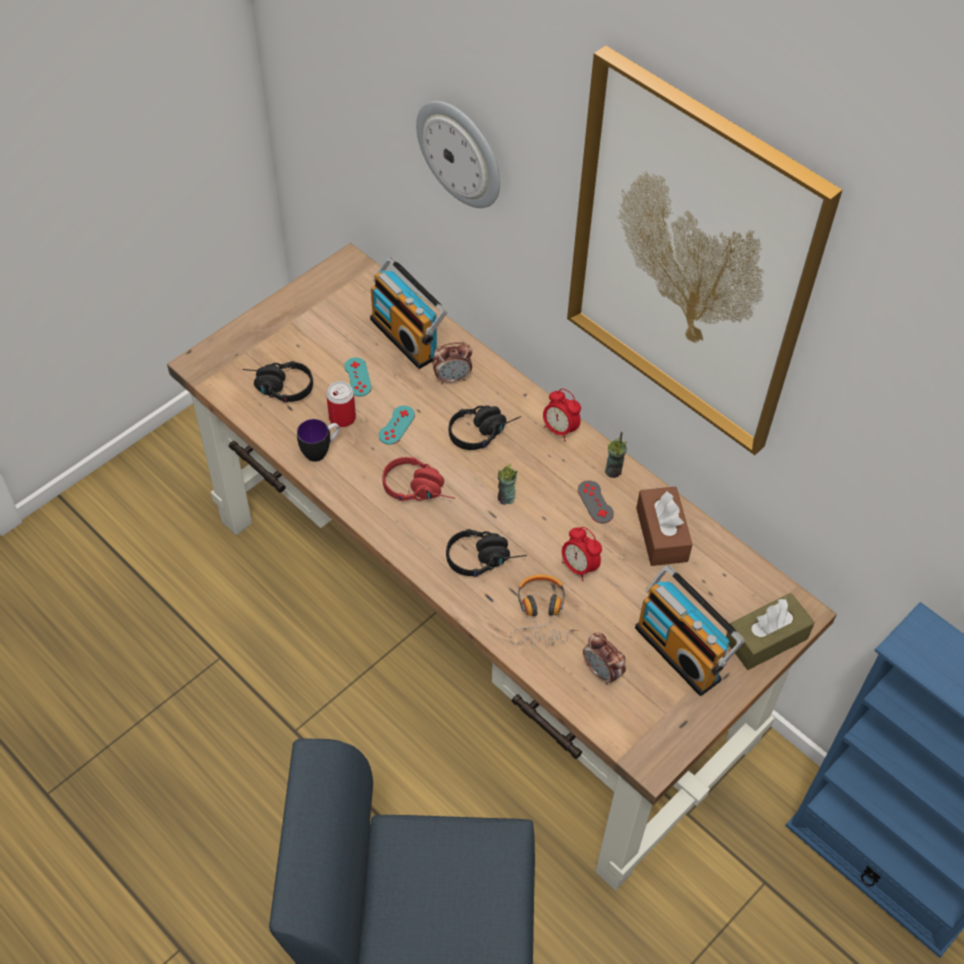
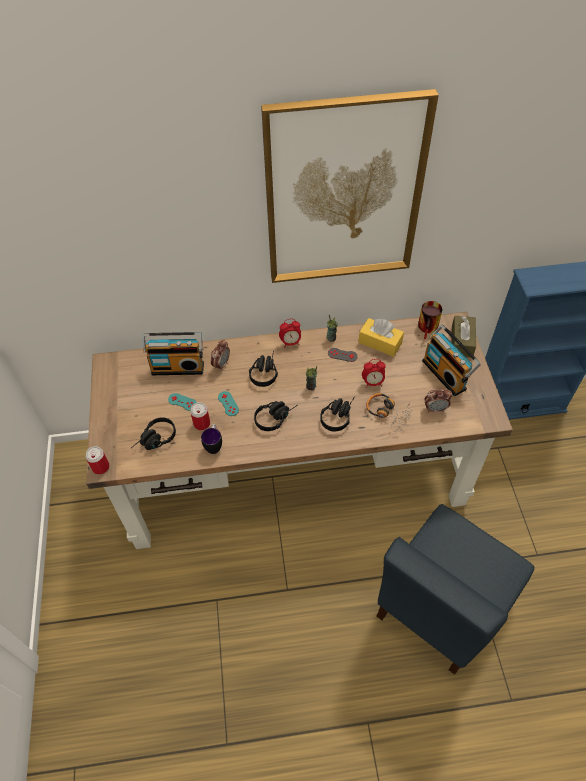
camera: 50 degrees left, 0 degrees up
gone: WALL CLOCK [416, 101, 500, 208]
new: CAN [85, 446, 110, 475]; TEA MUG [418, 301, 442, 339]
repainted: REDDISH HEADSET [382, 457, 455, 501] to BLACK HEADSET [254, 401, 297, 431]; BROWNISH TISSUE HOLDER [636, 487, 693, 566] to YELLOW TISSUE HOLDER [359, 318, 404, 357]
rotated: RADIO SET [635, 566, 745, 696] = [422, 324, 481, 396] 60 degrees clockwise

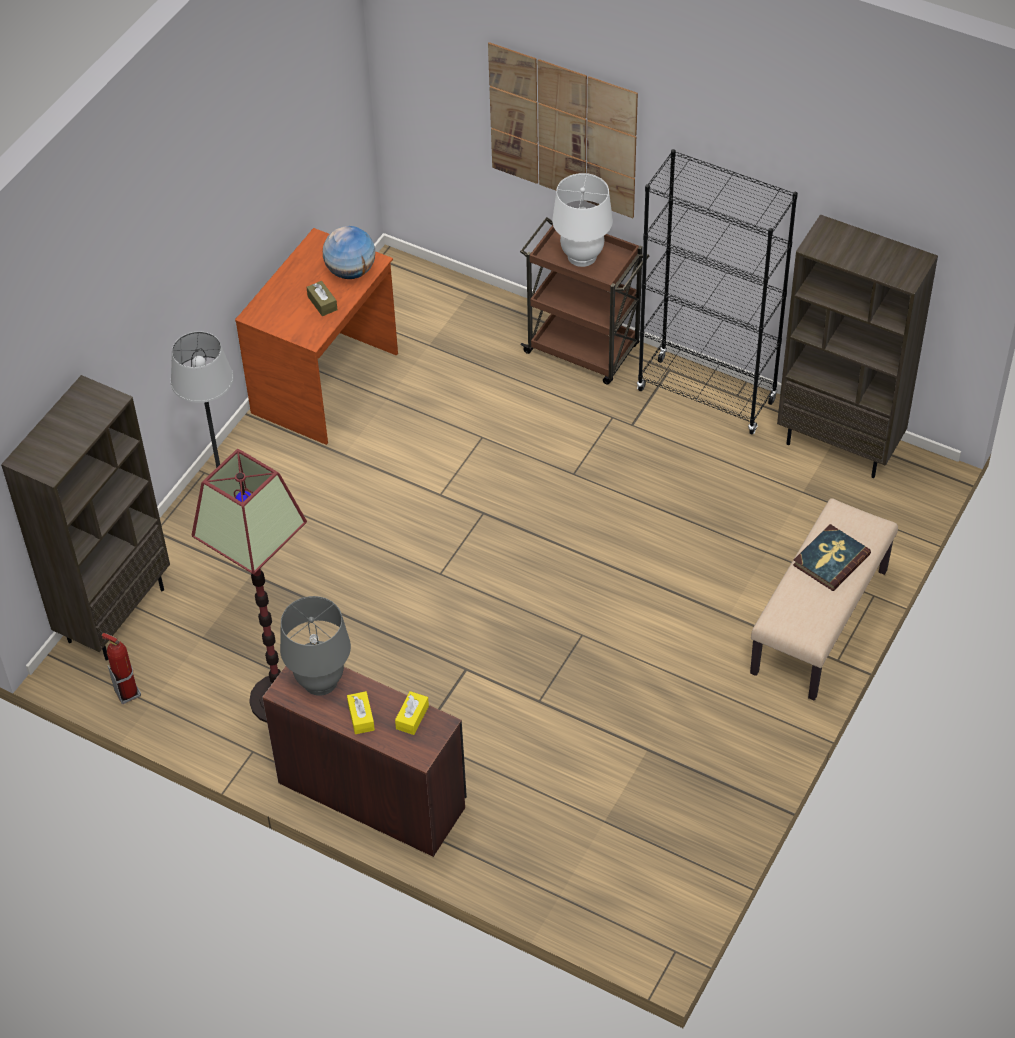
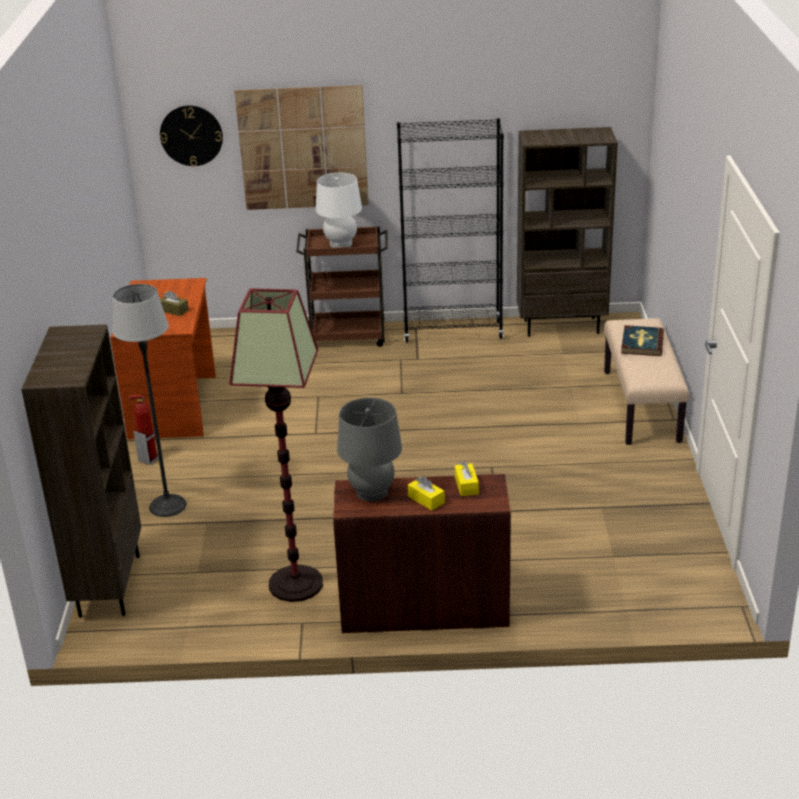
camera: 30 degrees left, 20 degrees down
gone: GLOBE [323, 226, 375, 279]
new: WALL CLOCK [160, 105, 223, 166]
shifted: FIRE EXTINGUISHER [101, 632, 141, 704] to [129, 395, 159, 465]

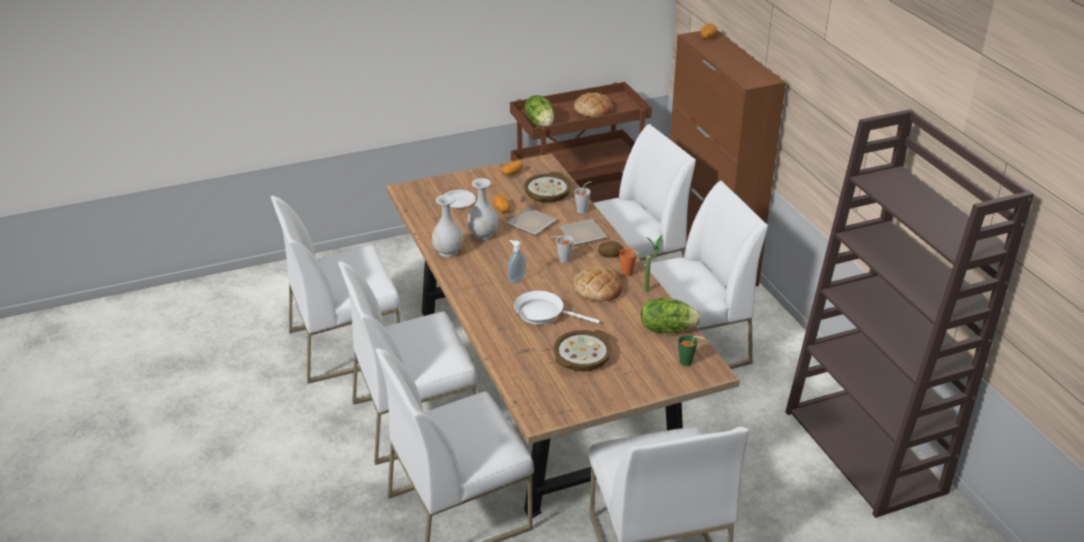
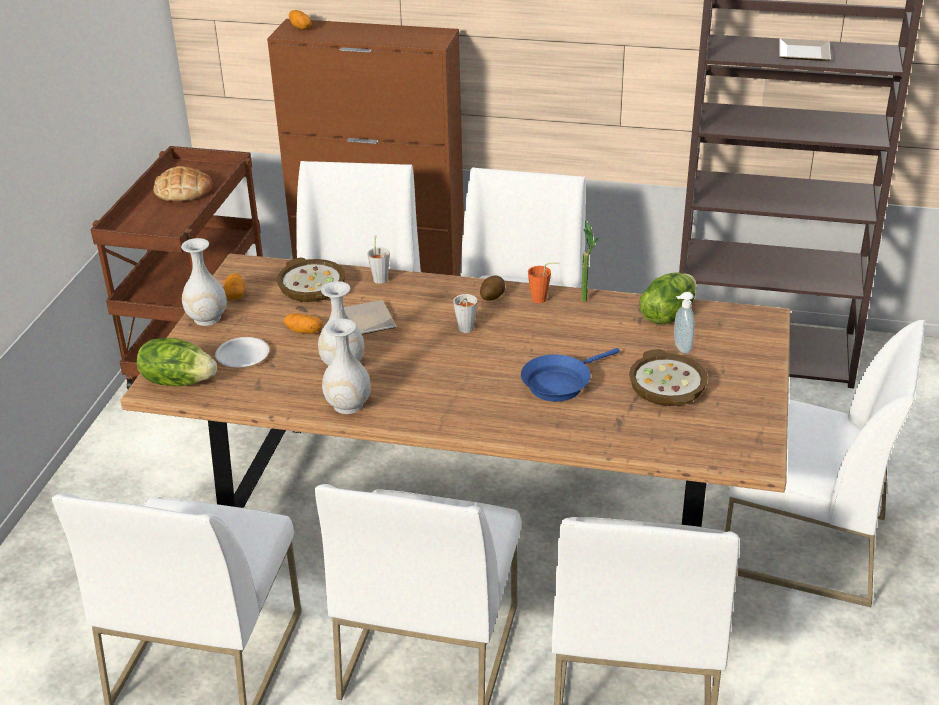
camera: 55 degrees left, 0 degrees up
gone: BAKERY BREAD [573, 266, 623, 301]; GREEN CUP [678, 335, 705, 366]
new: WHITE VASE [181, 238, 227, 326]
shifted: HEAD OF LETTUCE [525, 95, 554, 127] to [137, 338, 217, 386]; LIQUID SOAP BOTTLE [508, 240, 526, 284] to [674, 292, 695, 354]; DINNER PLATE [559, 219, 608, 245] to [779, 38, 831, 61]
repainted: WHITE PAN [514, 291, 600, 325] to BLUE PAN [521, 348, 620, 402]

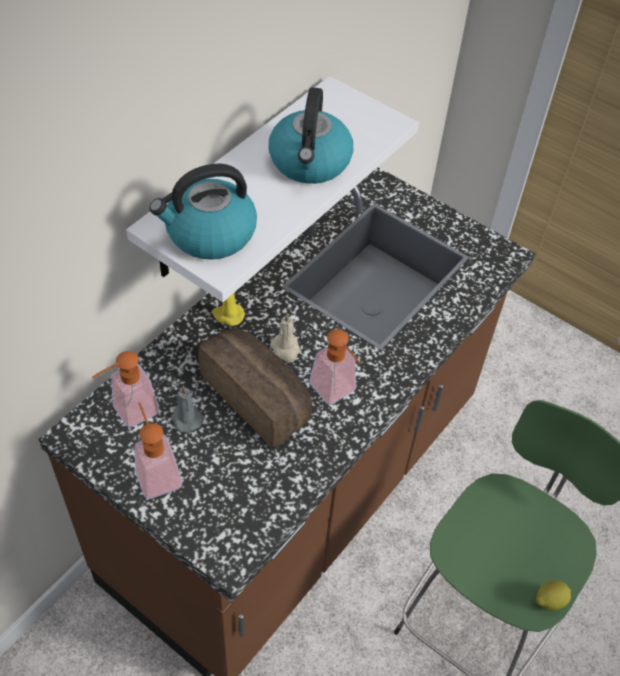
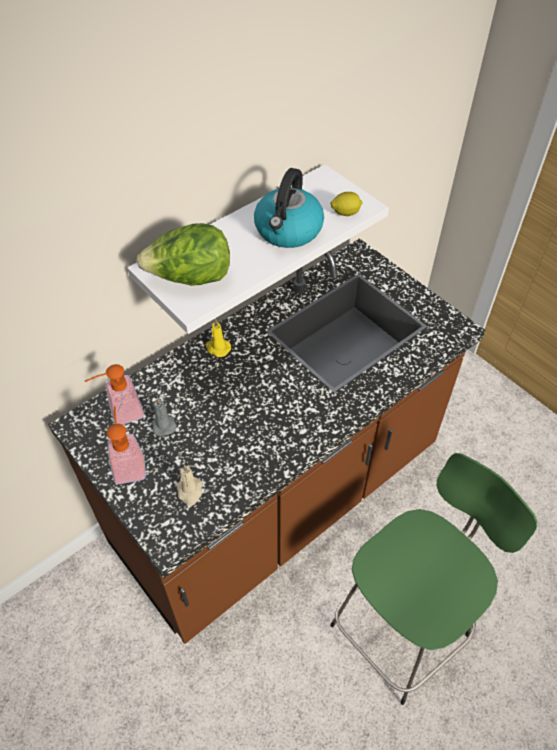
camera: 15 degrees right, 0 degrees up
gone: BAKERY BREAD [198, 328, 312, 447]; LIQUID SOAP BOTTLE [309, 329, 361, 405]
shifted: SAND-COLOURED CANDLE [270, 313, 300, 363] to [176, 464, 202, 506]; CITRUS FRUIT [536, 580, 571, 611] to [330, 192, 363, 216]
swapped: TEA KETTLE [149, 164, 257, 260] to HEAD OF LETTUCE [136, 223, 230, 286]

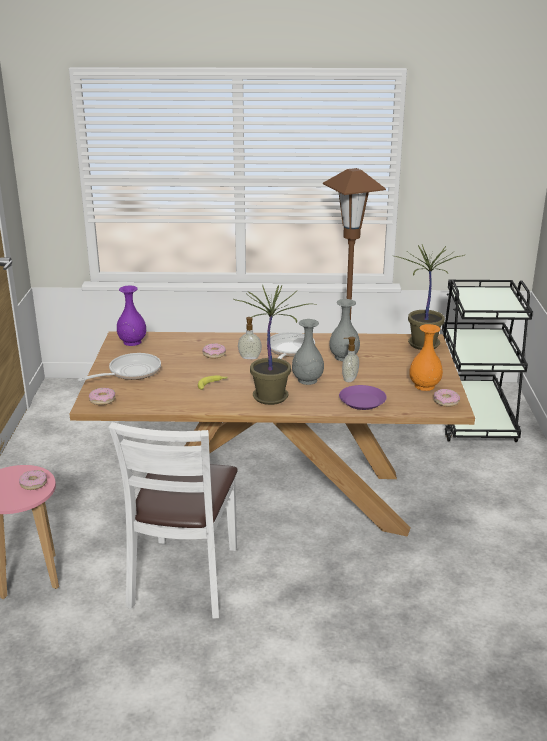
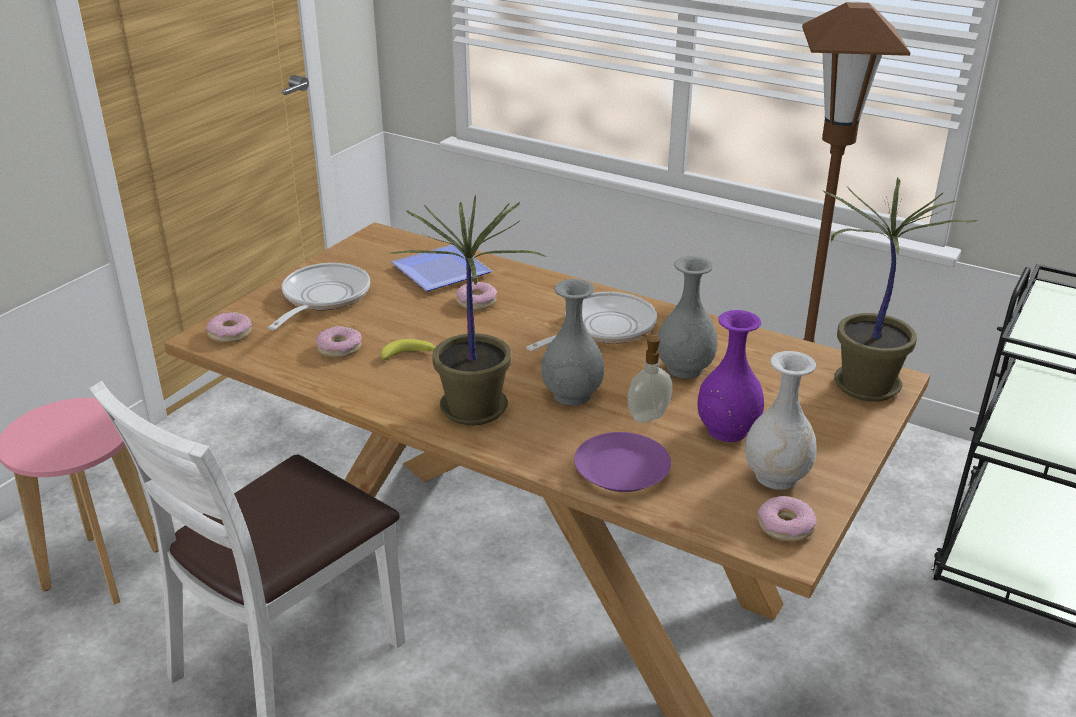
camera: 30 degrees right, 5 degrees up
gone: LIQUID SOAP BOTTLE [238, 317, 262, 359]
new: DINNER PLATE [391, 245, 492, 291]
shifted: RING DOUGHNUT [19, 470, 47, 490] to [316, 326, 362, 358]; PURPLE VASE [117, 286, 146, 346] to [697, 310, 764, 442]
repainted: ORANGEY VASE [410, 324, 443, 391] to WHITE VASE [745, 351, 817, 490]
rotated: PAN [78, 353, 161, 381] = [268, 263, 370, 330] 60 degrees counterclockwise

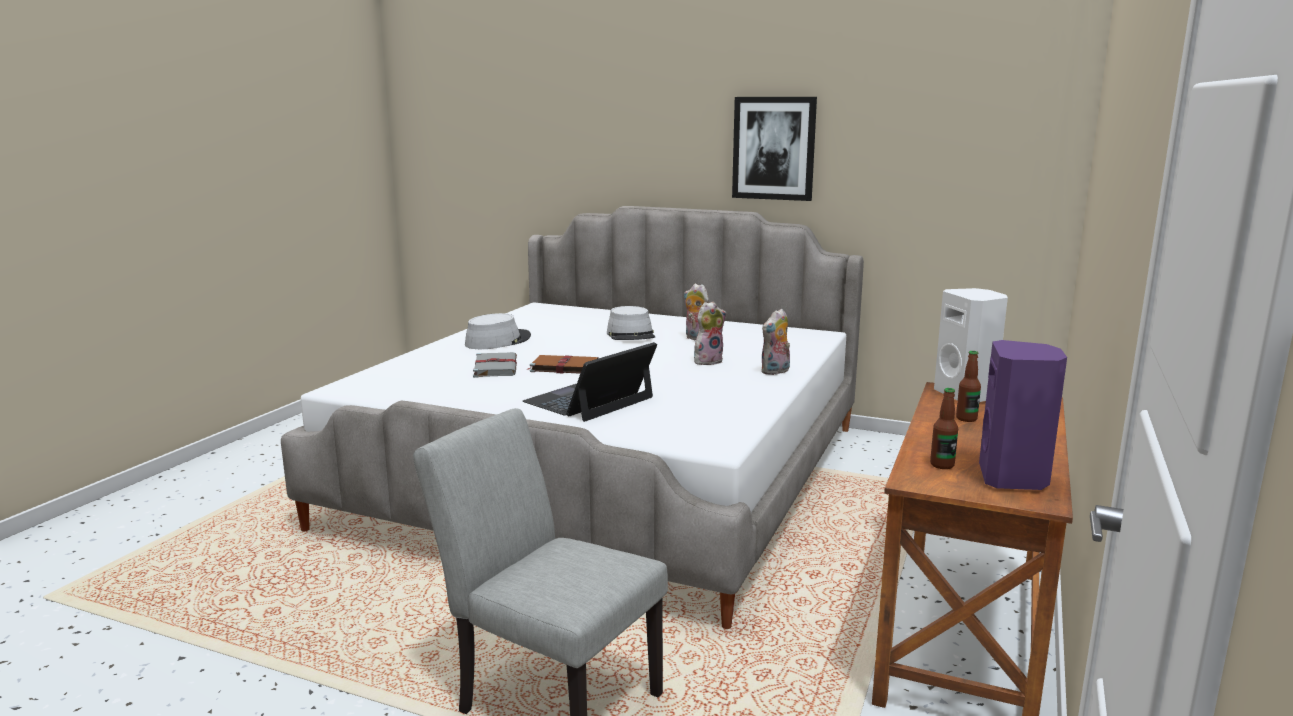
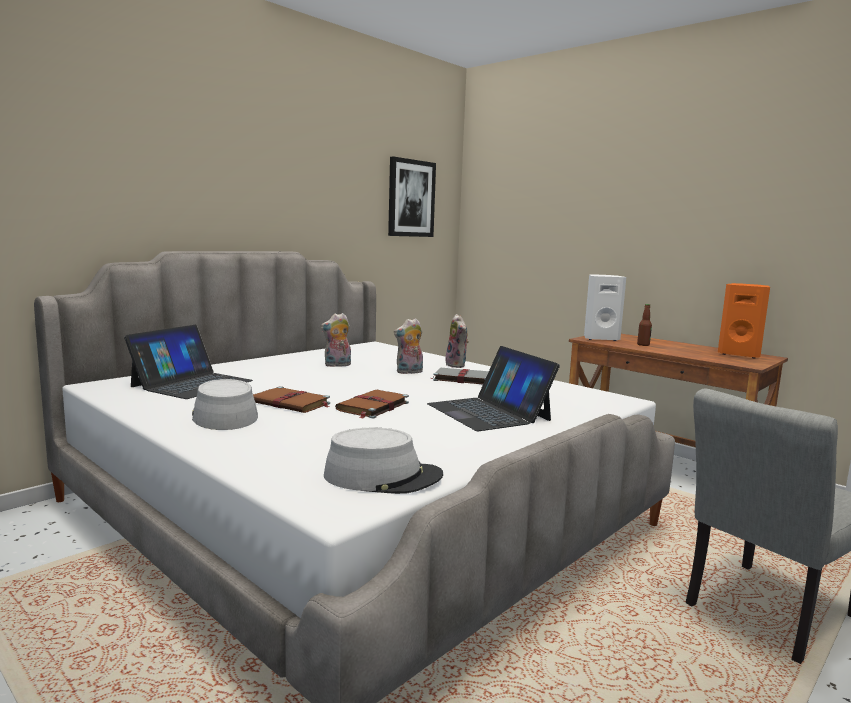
camera: 70 degrees left, 5 degrees down
gone: BEVERAGE BOTTLE [930, 388, 958, 469]
new: PORTABLE COMPUTER [124, 325, 253, 399]; BROWNISH VOLUME [253, 386, 331, 413]
shifted: GREYISH CLOTHING HAT [607, 306, 655, 340] to [324, 428, 443, 494]; PICTURE [732, 97, 817, 201] to [388, 157, 436, 237]; GREYISH VOLUME [473, 352, 517, 378] to [430, 367, 489, 384]
repainted: PURPLE AUDIO SPEAKER [979, 340, 1067, 490] to ORANGEY AUDIO SPEAKER [718, 283, 770, 358]
rotated: SOFT TOY [694, 302, 727, 365] = [394, 318, 423, 374] 105 degrees counterclockwise

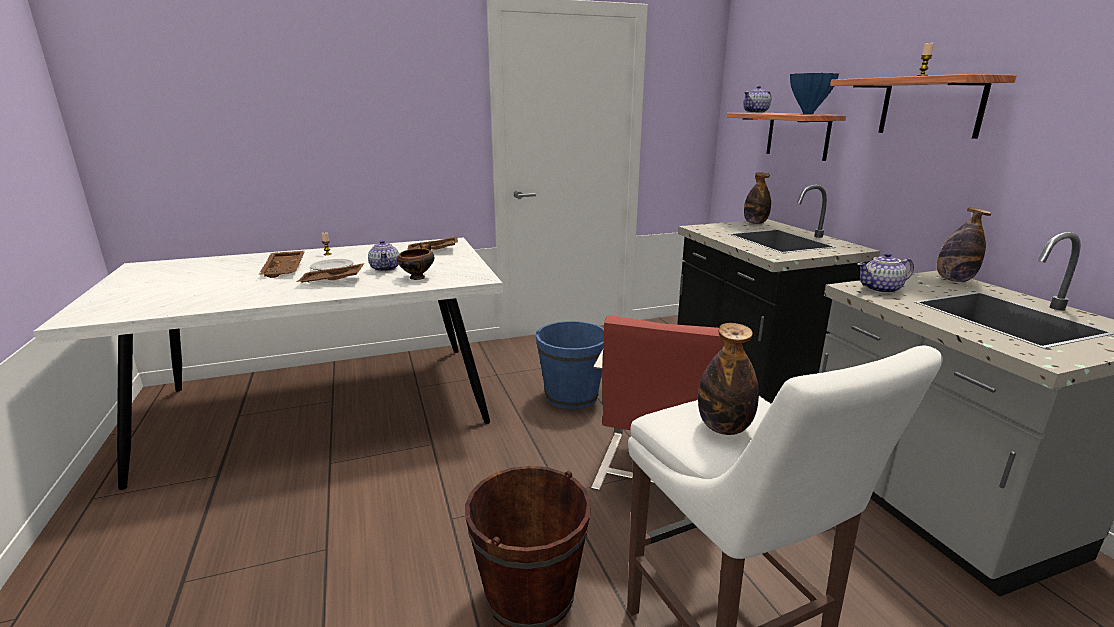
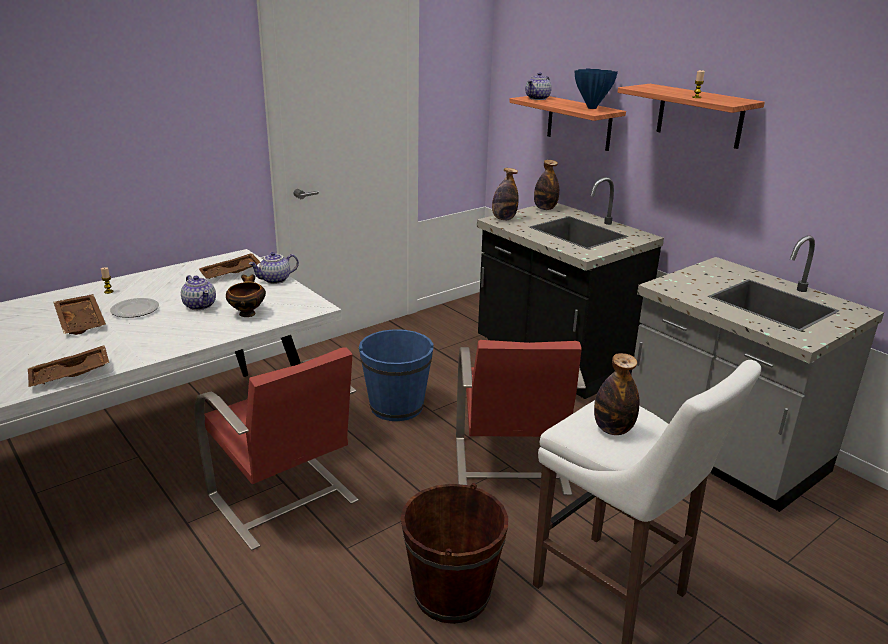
camera: 20 degrees left, 5 degrees up
new: REDDISH CHAIR [194, 348, 359, 550]
shifted: BROWNISH CARRYING TRAY [296, 263, 364, 283] to [28, 345, 109, 387]; POT FOR TEA [857, 252, 914, 294] to [249, 252, 299, 284]; BEVERAGE BOTTLE [937, 208, 992, 282] to [492, 168, 519, 220]

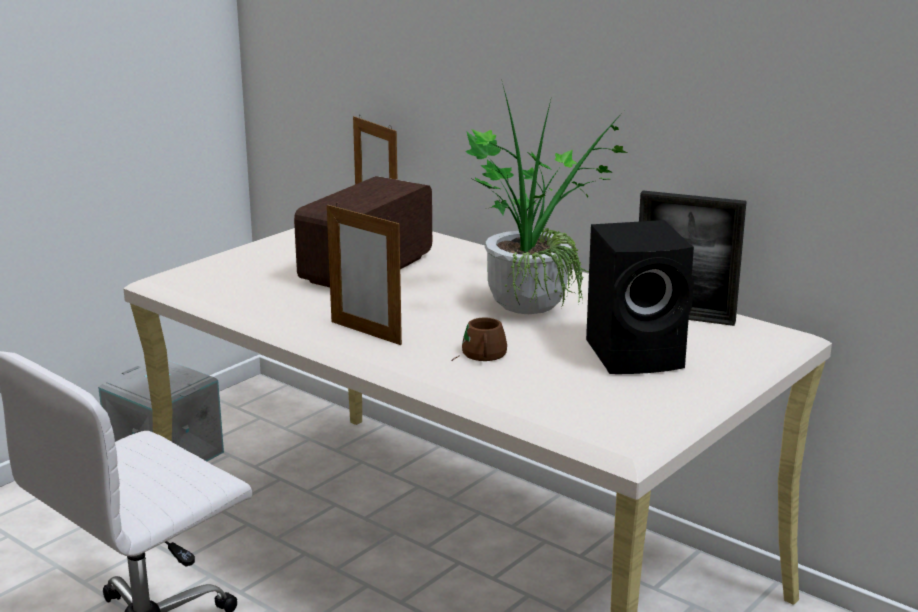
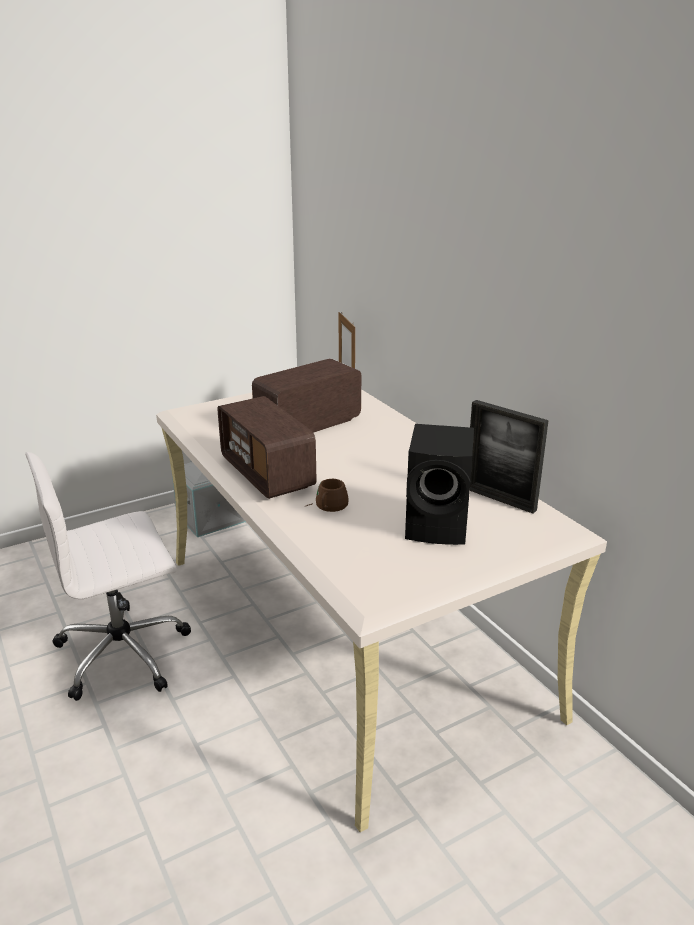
camera: 20 degrees right, 5 degrees up
gone: POTTED PLANT [465, 83, 628, 314]
swapped: STANDING FRAME [327, 203, 402, 345] to RADIO SET [218, 396, 317, 499]

